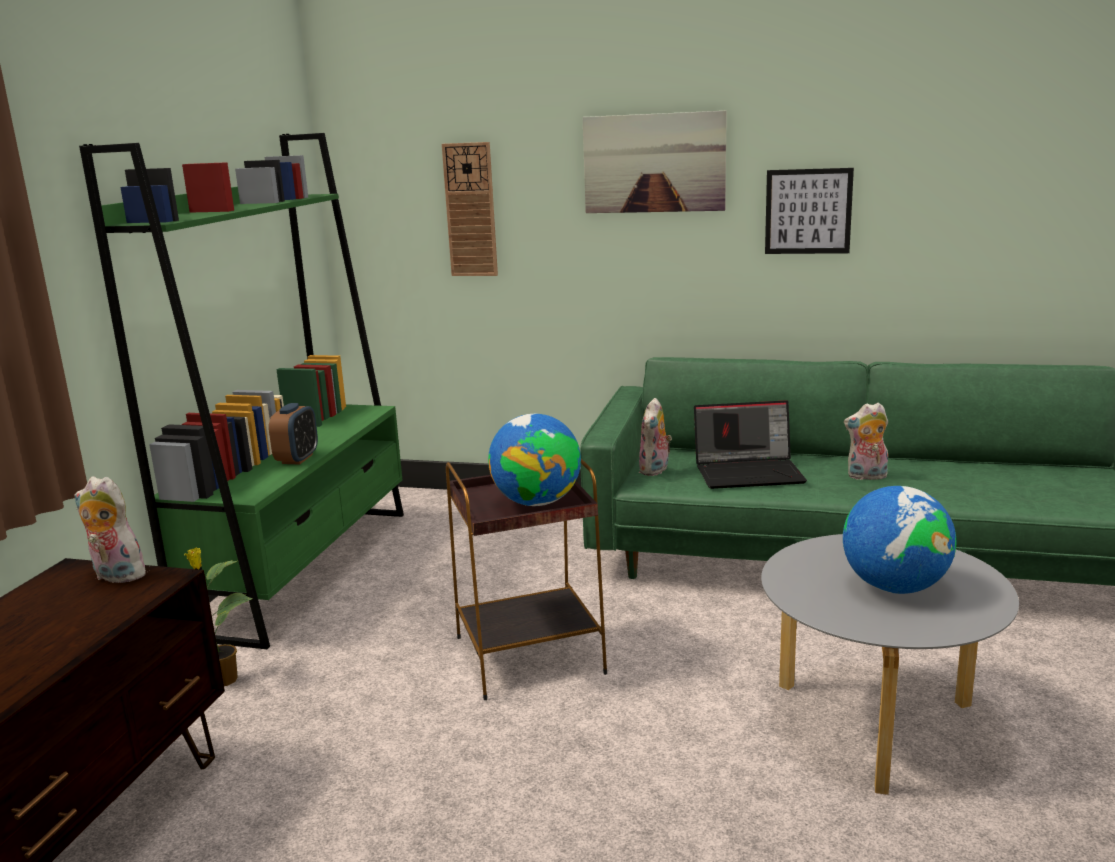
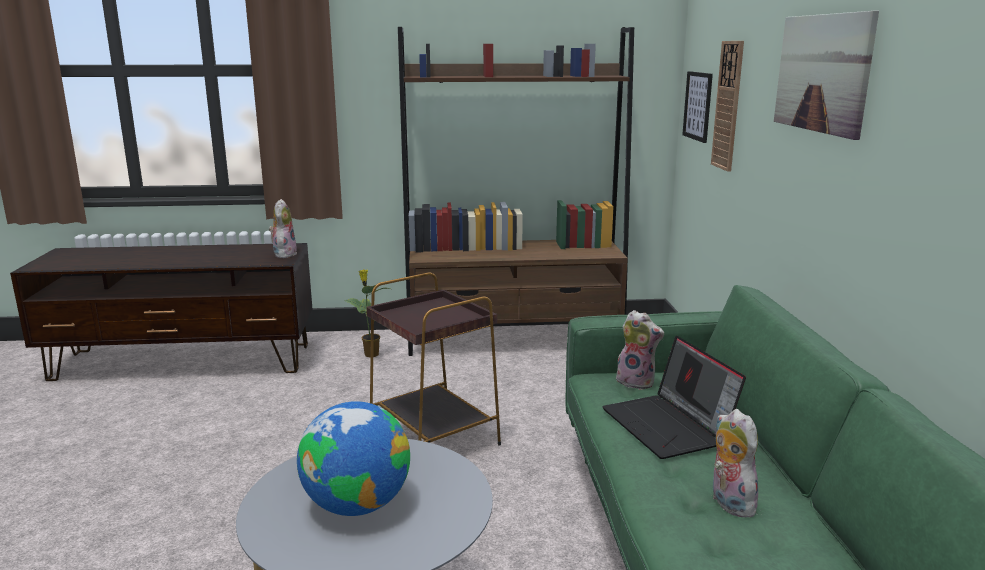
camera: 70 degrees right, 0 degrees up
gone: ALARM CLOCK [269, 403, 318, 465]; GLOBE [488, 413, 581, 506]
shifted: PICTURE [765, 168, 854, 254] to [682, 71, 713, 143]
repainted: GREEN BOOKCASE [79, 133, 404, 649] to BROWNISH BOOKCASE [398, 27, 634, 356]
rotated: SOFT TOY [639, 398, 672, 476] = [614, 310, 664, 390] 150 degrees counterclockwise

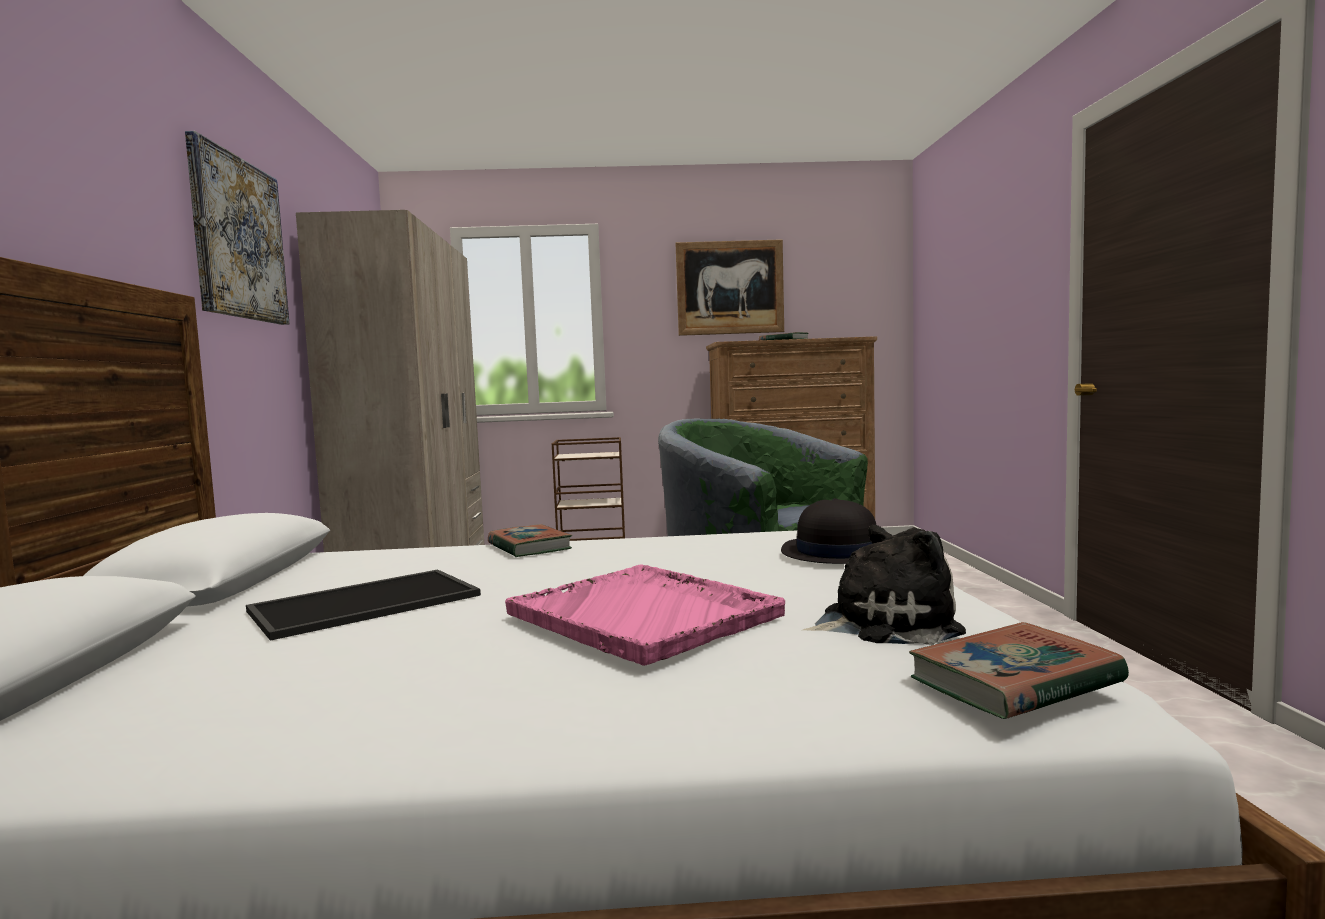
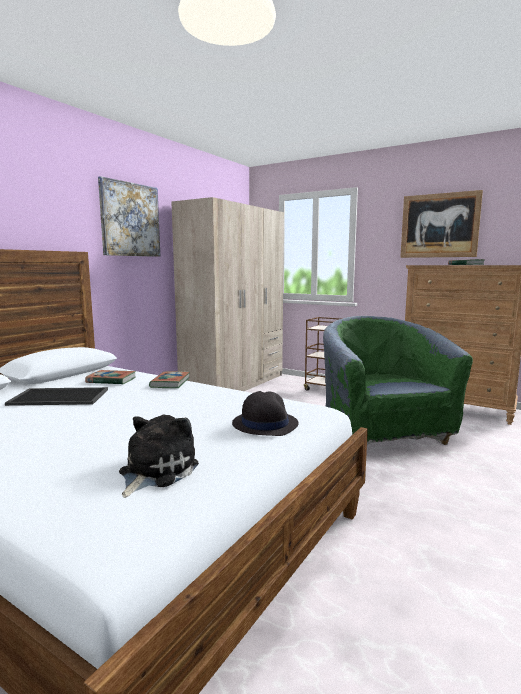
camera: 35 degrees right, 5 degrees up
gone: PINK CARRYING TRAY [505, 565, 785, 666]
shifted: VOLUME [909, 622, 1129, 719] to [85, 370, 136, 384]
rotated: SOFT TOY [803, 525, 966, 645] = [119, 415, 199, 498] 90 degrees counterclockwise

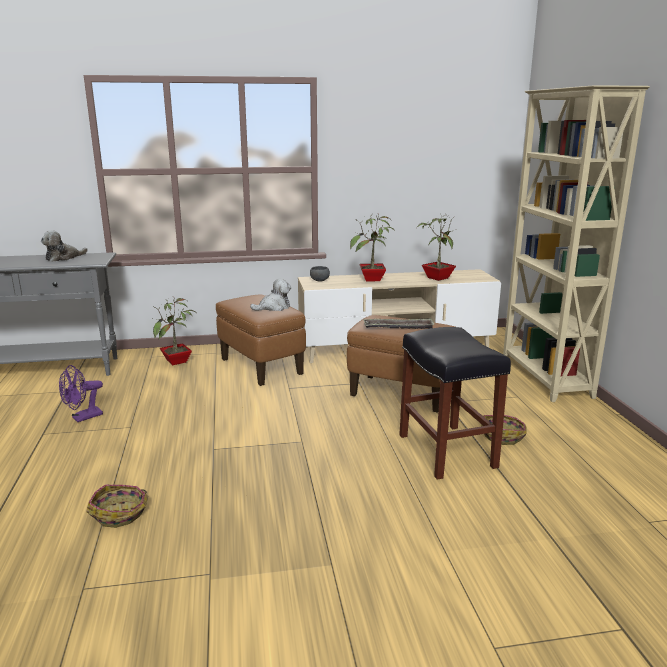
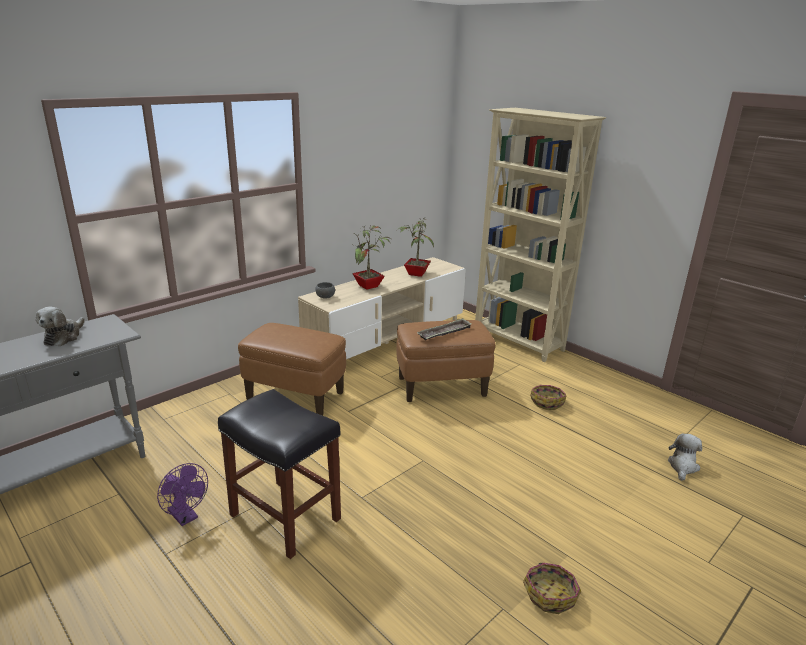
camera: 35 degrees left, 5 degrees up
gone: POTTED PLANT [153, 298, 195, 365]
shifted: BLACK STOOL SEAT [399, 327, 511, 480] to [218, 389, 341, 559]; HOUSEHOLD BASKET [86, 485, 148, 528] to [523, 563, 581, 614]; SOFT TOY [250, 279, 291, 311] to [668, 433, 702, 481]
rotated: PURPLE ELECTRIC FAN [59, 365, 103, 422] = [157, 463, 208, 526] 60 degrees counterclockwise

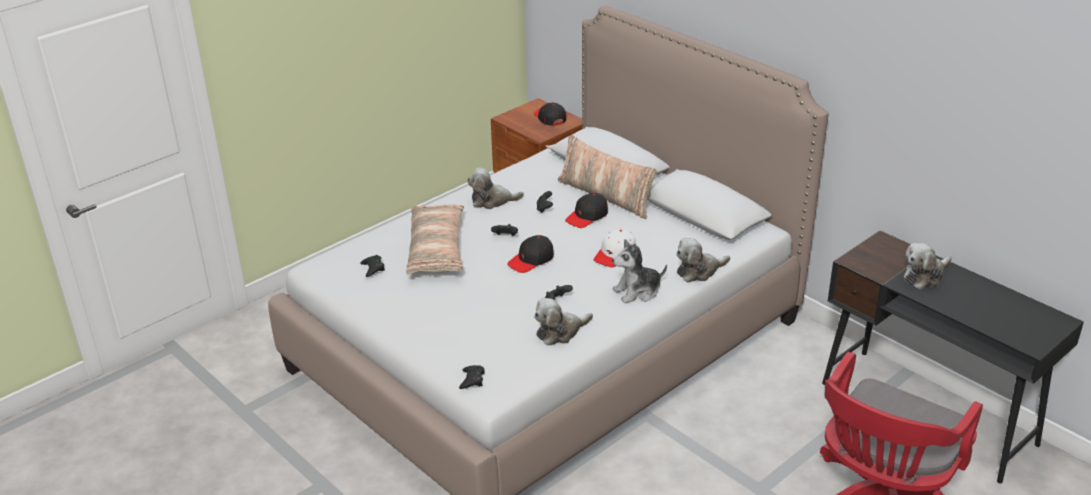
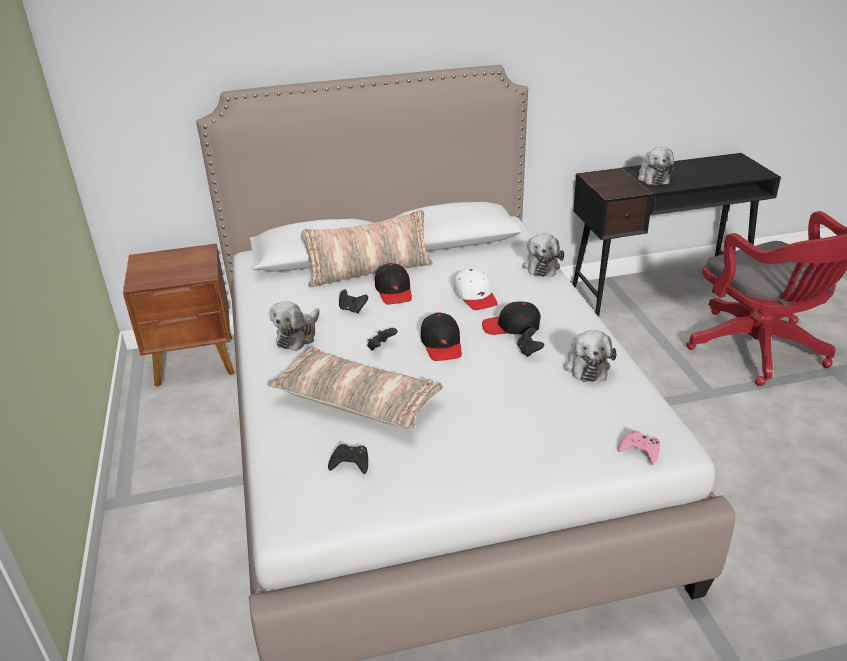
camera: 60 degrees left, 0 degrees up
gone: SOFT TOY [612, 239, 667, 303]
shifted: BLACK PEAKED CAP [534, 103, 566, 126] to [482, 301, 541, 335]
repainted: BLACK JOYPAD [459, 365, 485, 389] to PINK JOYPAD [617, 430, 660, 465]

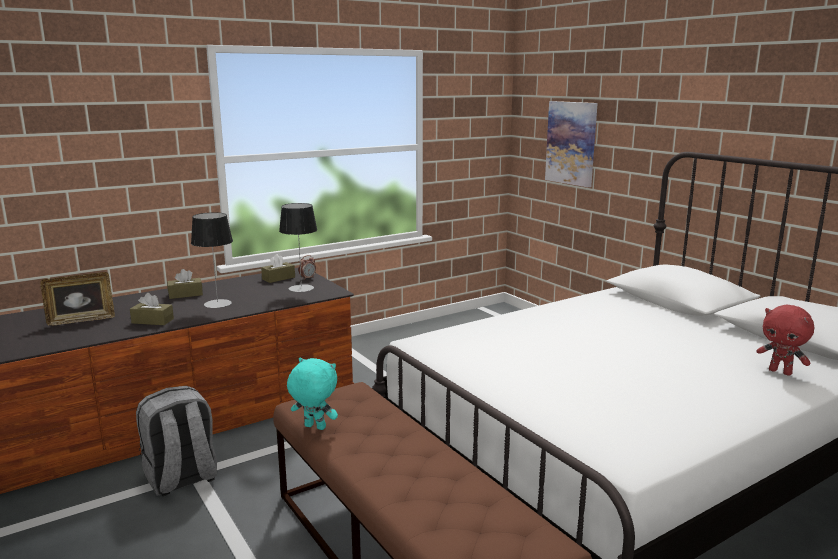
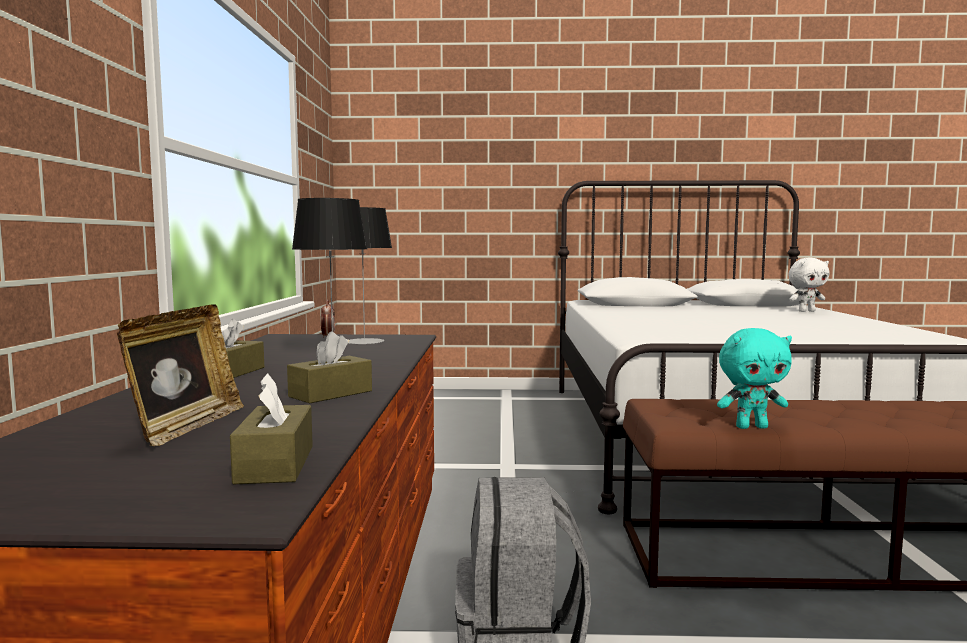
camera: 55 degrees left, 10 degrees down
gone: PICTURE [545, 101, 598, 187]
shifted: BROWNISH TISSUE HOLDER [261, 254, 295, 283] to [230, 373, 313, 484]
repainted: REDDISH SOFT TOY [756, 305, 814, 376] to WHITE SOFT TOY [788, 258, 829, 312]
rotated: TURQUOISE-COLOURED SOFT TOY [287, 358, 338, 430] = [717, 328, 792, 429] 150 degrees counterclockwise

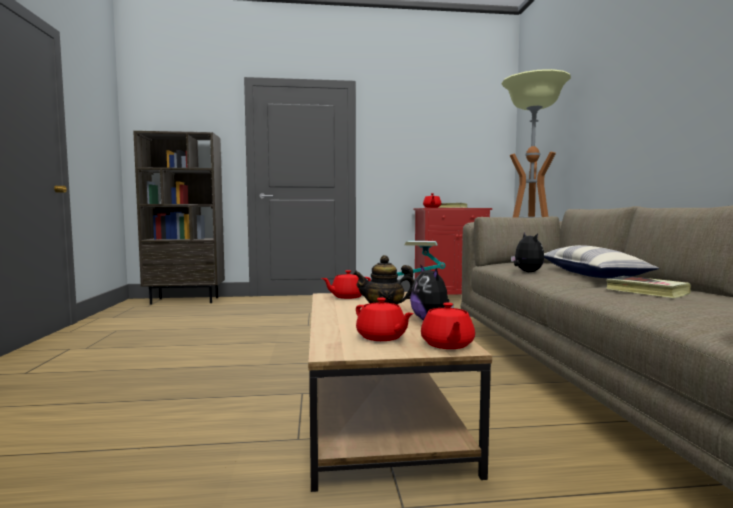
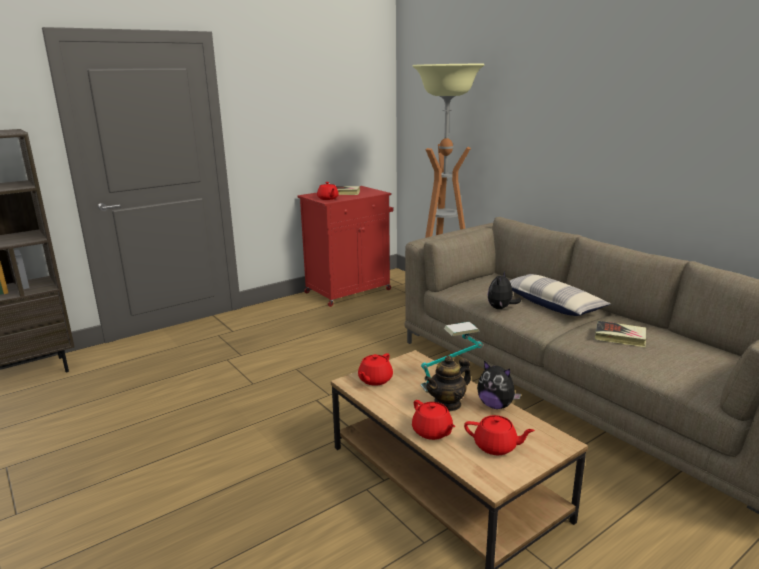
camera: 30 degrees left, 15 degrees up
shifted: REDDISH POT FOR TEA [421, 303, 475, 349] to [412, 400, 455, 440]
rotated: SOFT TOY [511, 232, 544, 272] = [488, 271, 521, 309] 105 degrees counterclockwise

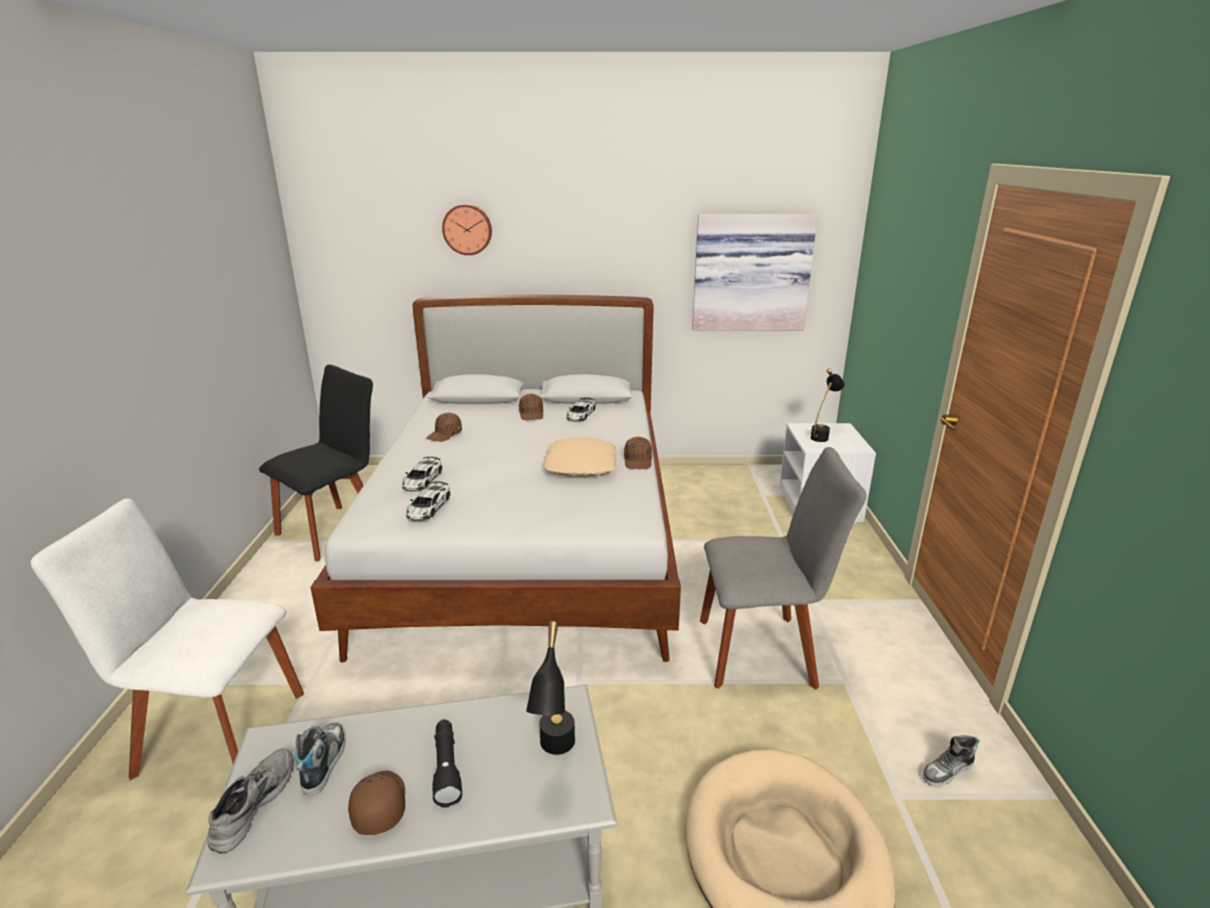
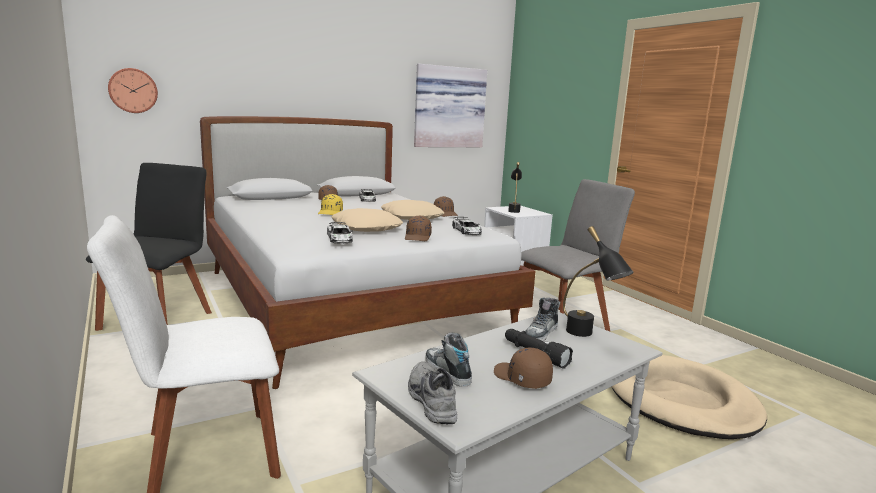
camera: 30 degrees left, 10 degrees down
new: YELLOW PEAKED CAP [318, 194, 343, 215]; SAND-COLOURED PILLOW [332, 208, 403, 232]
shifted: WALL CLOCK [442, 204, 492, 255] to [108, 68, 158, 113]; BROWNISH PEAKED CAP [427, 413, 462, 442] to [405, 215, 432, 241]; TOY CAR [402, 457, 442, 491] to [452, 217, 482, 235]; LOW SHOE [922, 735, 980, 787] to [525, 298, 560, 341]

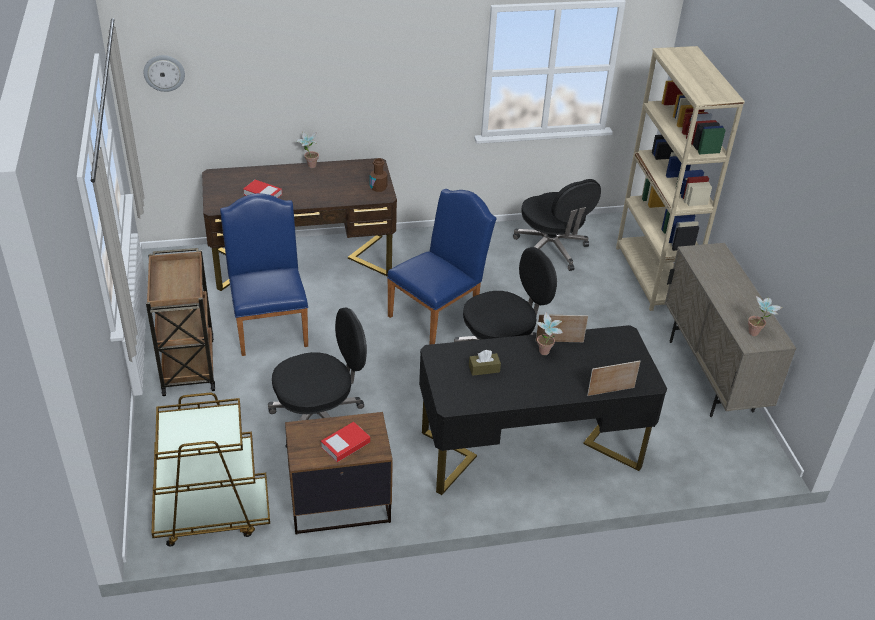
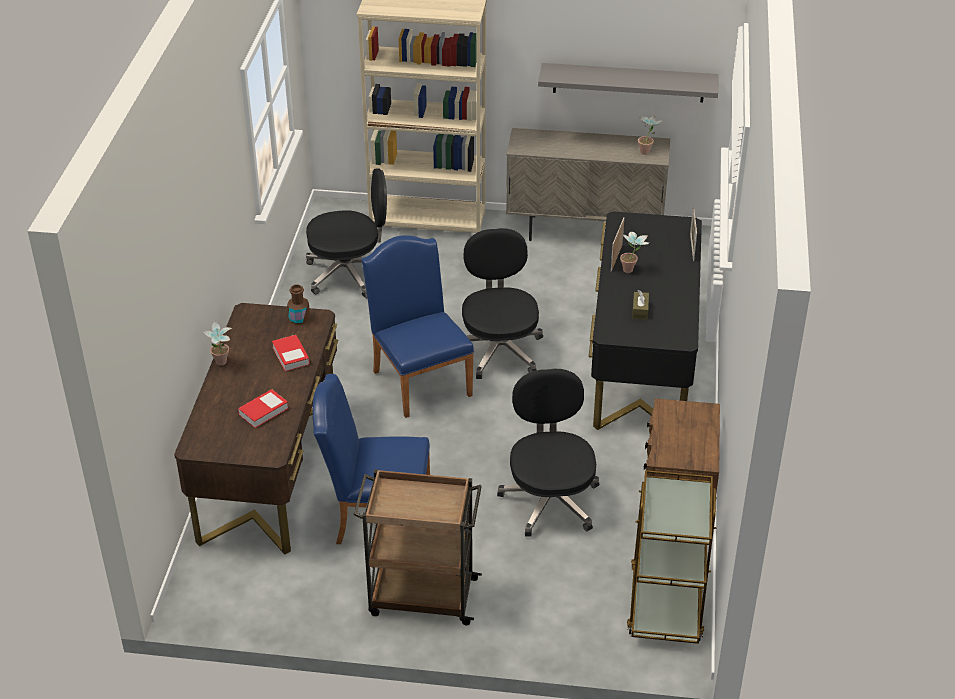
camera: 70 degrees left, 0 degrees up
gone: WALL CLOCK [143, 55, 185, 92]
new: GREYISH BRACKET SHELF [538, 63, 719, 102]
shifted: VOLUME [321, 422, 370, 462] to [272, 335, 310, 372]

